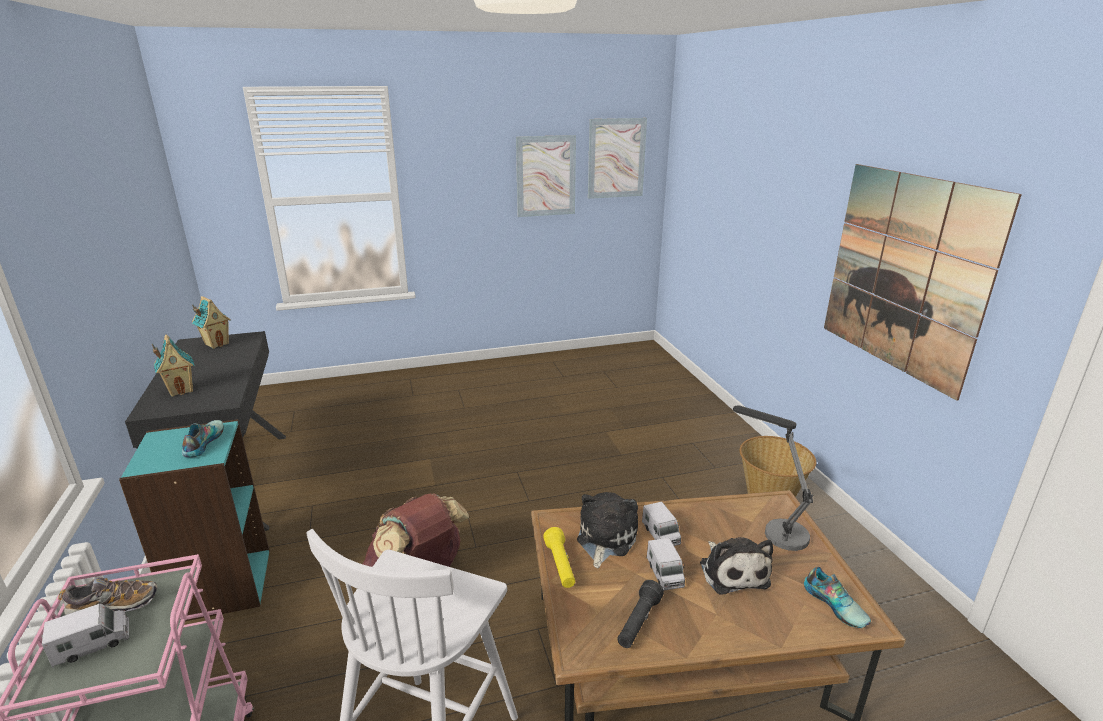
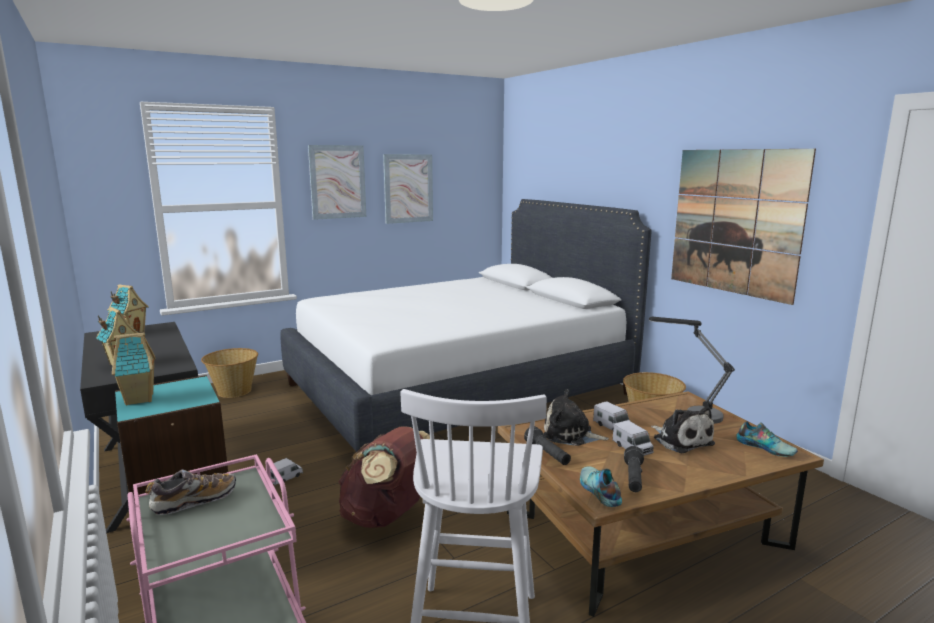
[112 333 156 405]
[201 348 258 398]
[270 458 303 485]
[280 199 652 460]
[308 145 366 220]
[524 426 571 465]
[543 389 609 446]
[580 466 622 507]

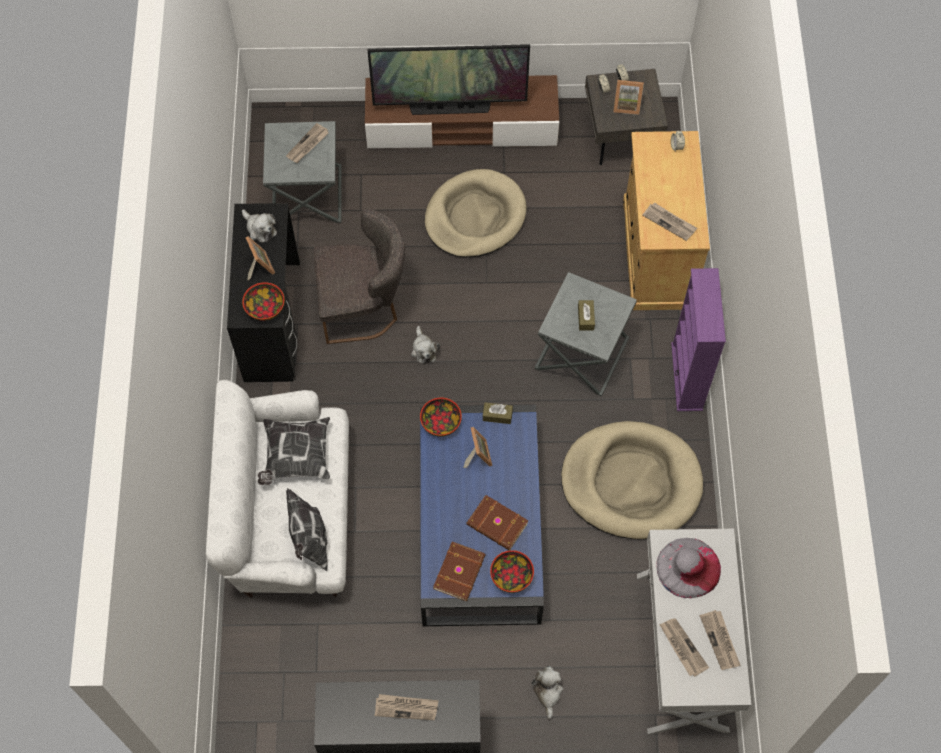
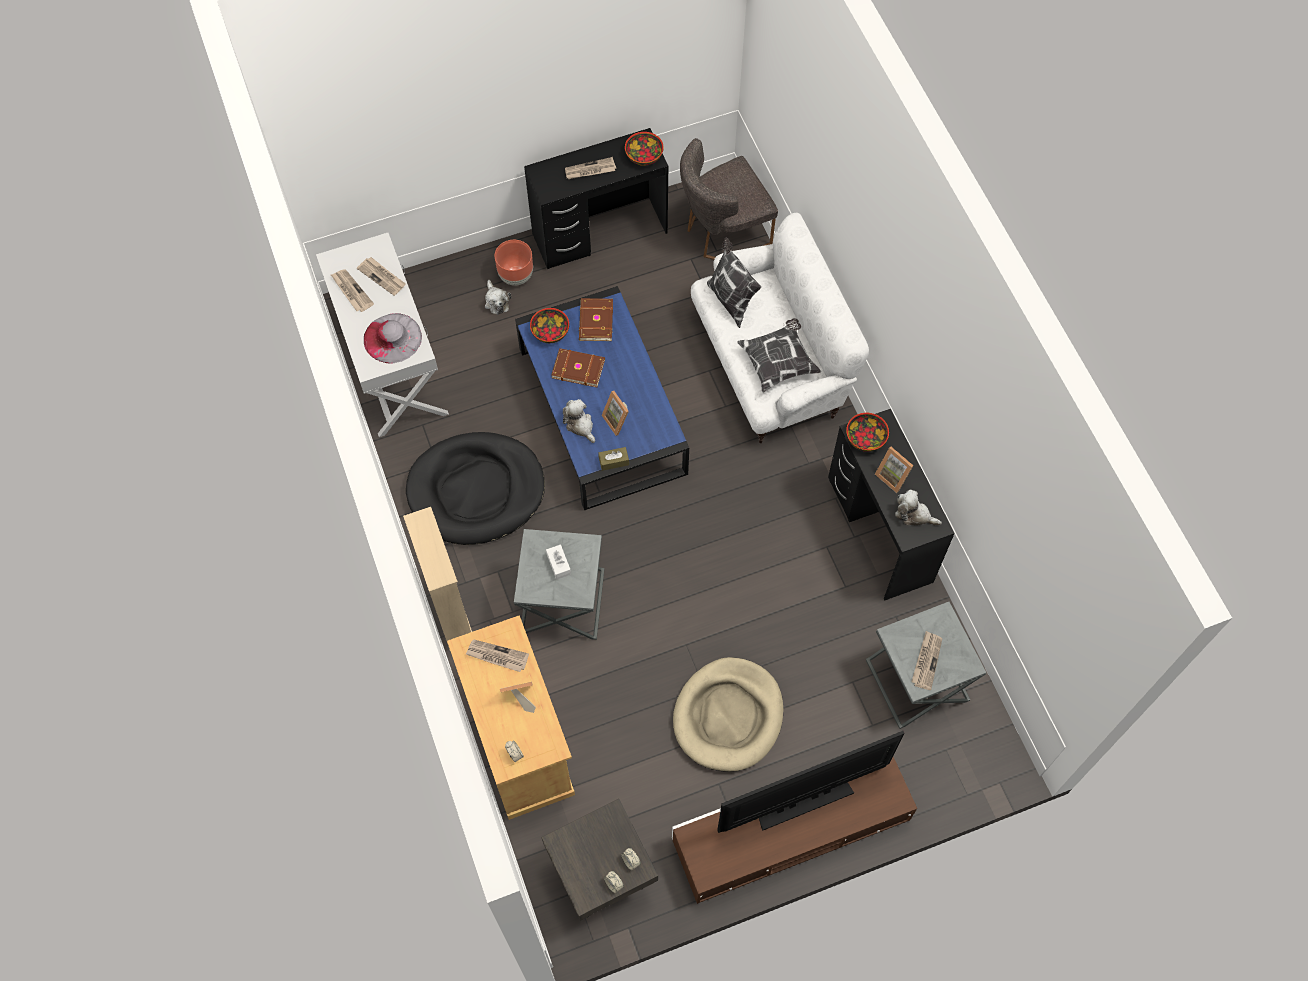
[403 507 472 650]
[406 432 545 545]
[495 240 533 286]
[500 682 536 713]
[546 545 571 580]
[563 399 595 443]
[625 132 663 166]
[680 138 778 260]

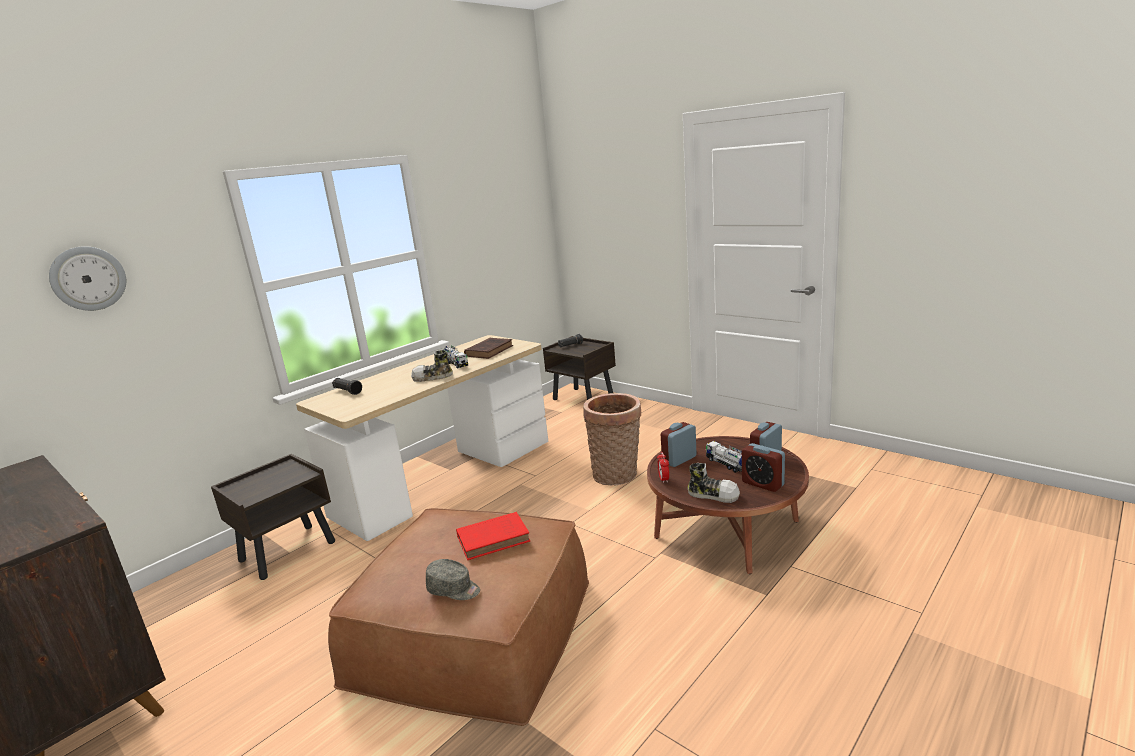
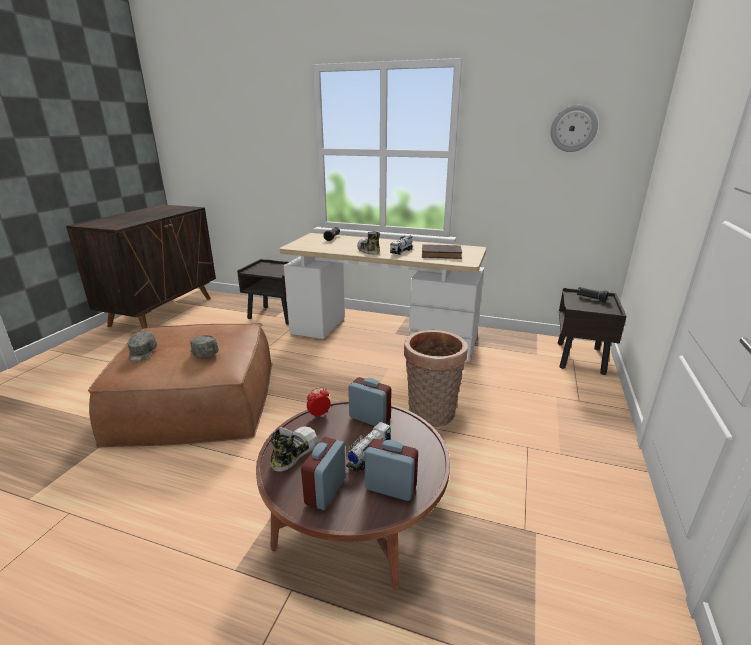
[190 335 219 357]
[270 426 318 472]
[551 105 598 152]

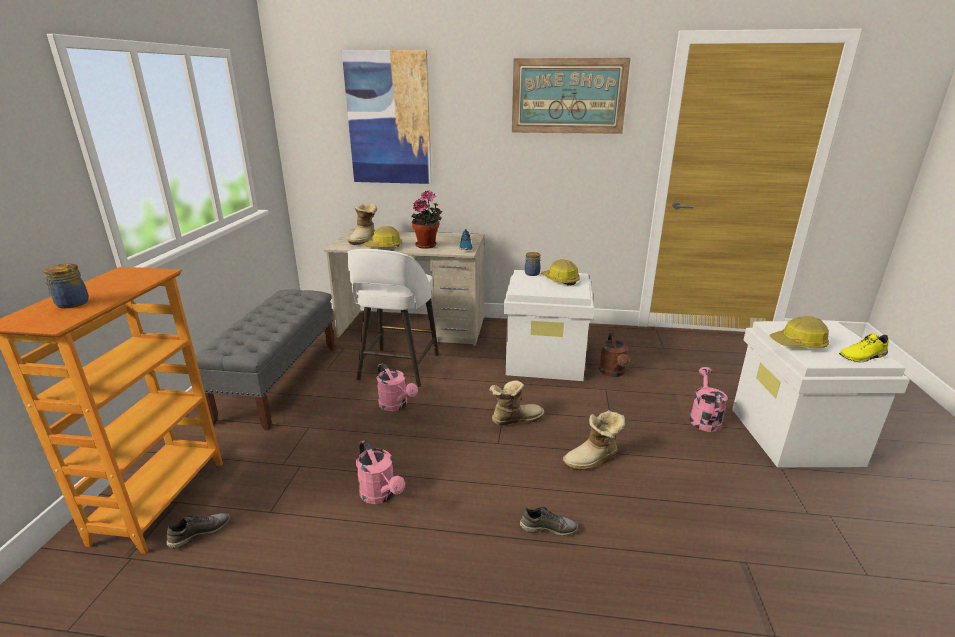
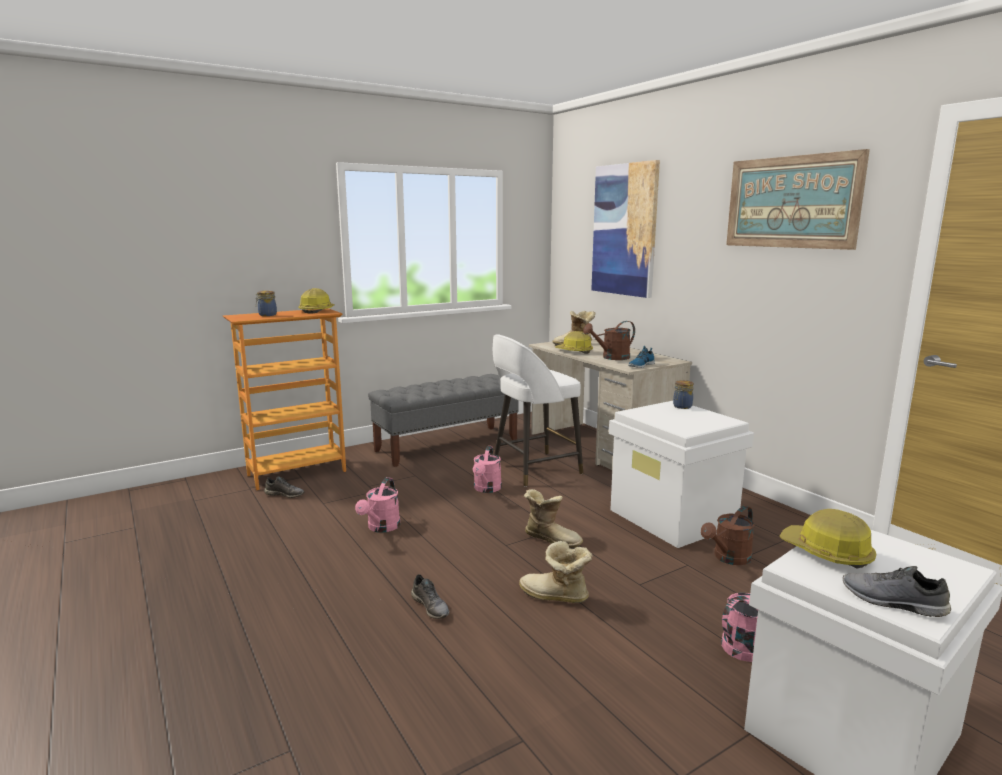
[298 288 335 314]
[583 321 635 360]
[843 566 951 617]

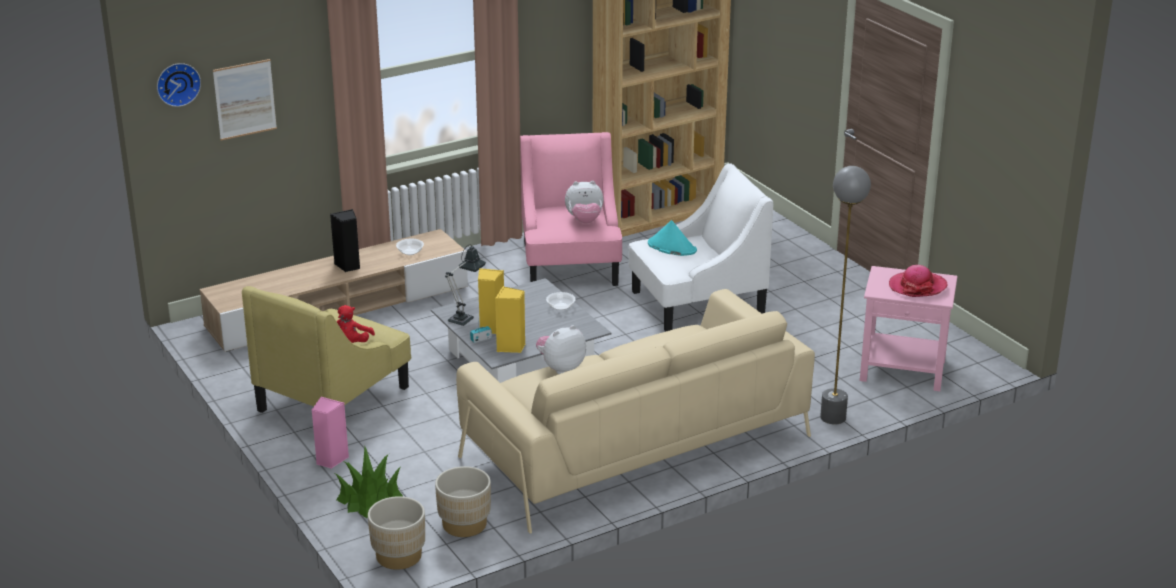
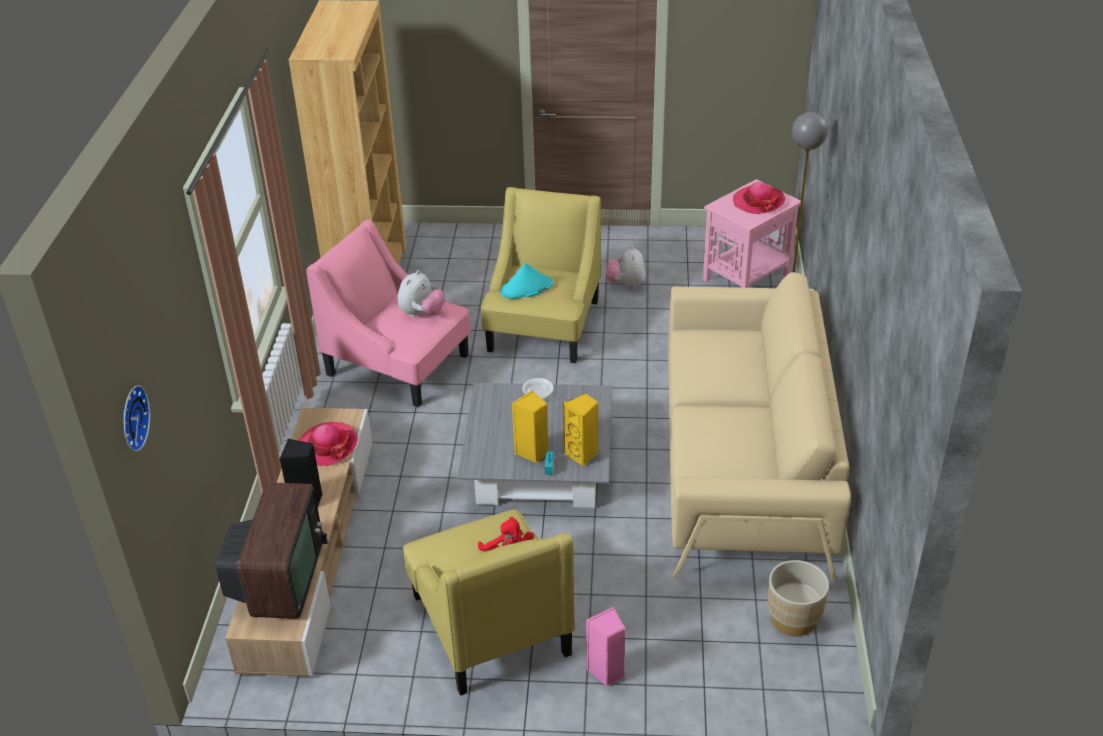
[216 482 329 619]
[298 422 358 466]
[481 187 601 363]
[606 246 646 289]
[213 59 277 140] (first image)
[335 447 403 518] (first image)
[368 496 425 570] (first image)
[445 244 486 326] (first image)

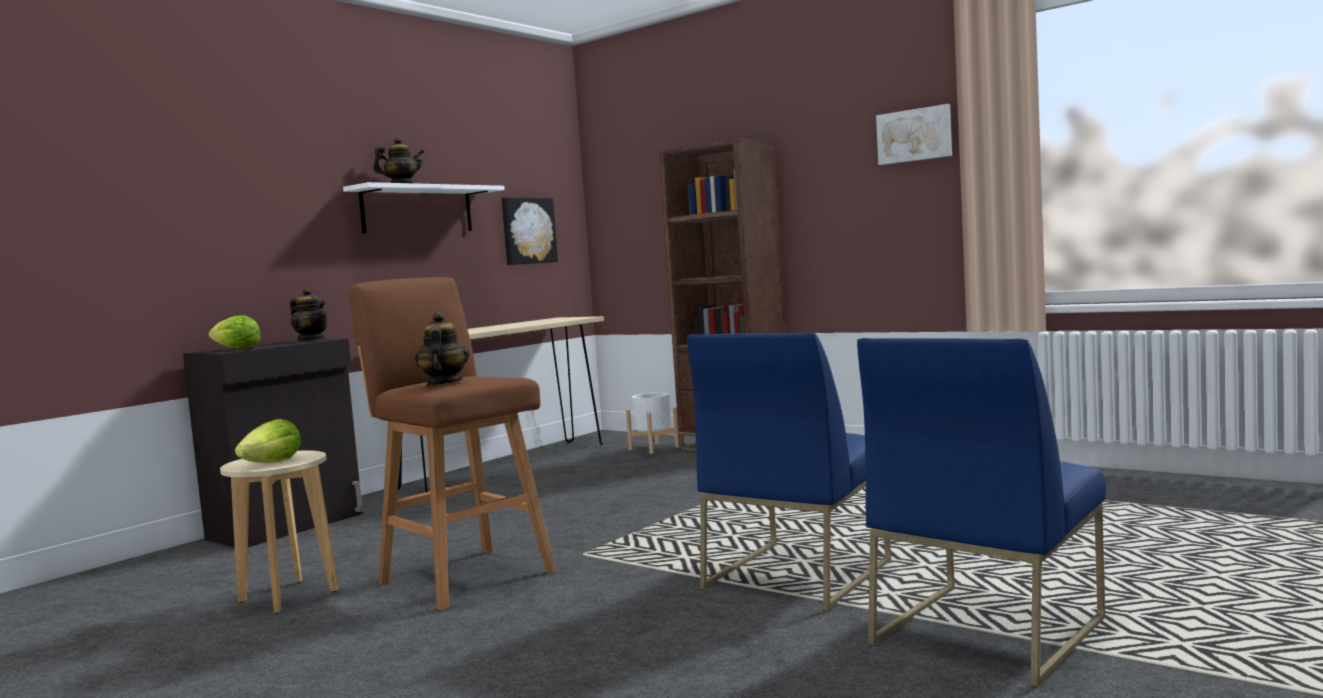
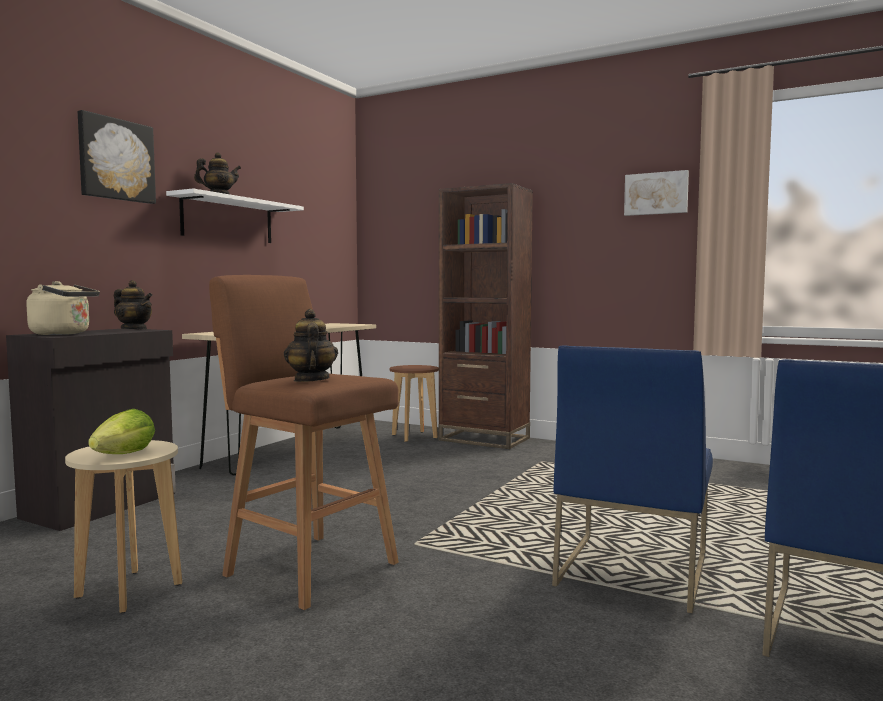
[26 281 100 335]
[78 110 156 204]
[390 365 439 442]

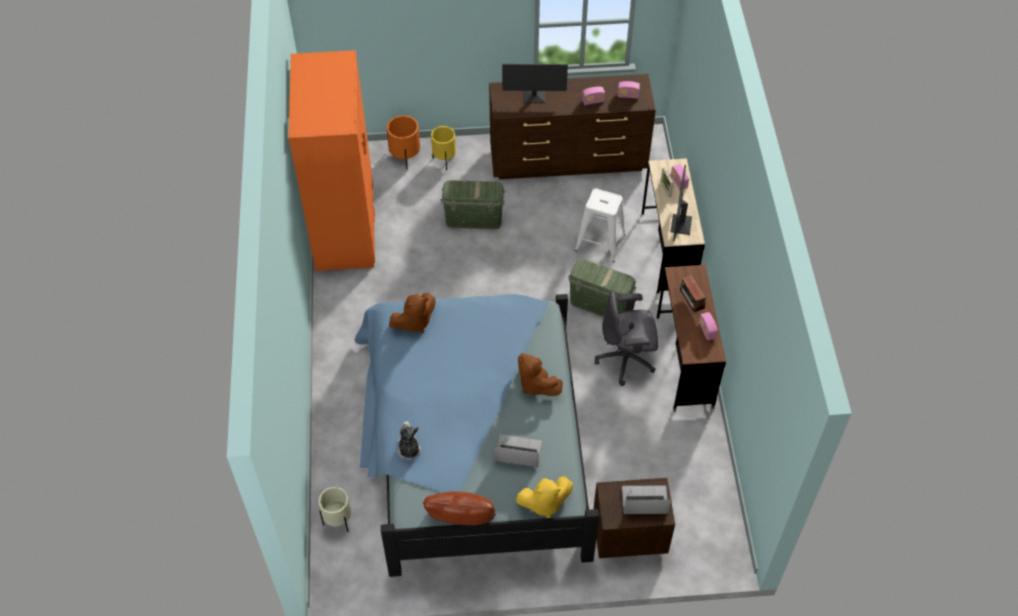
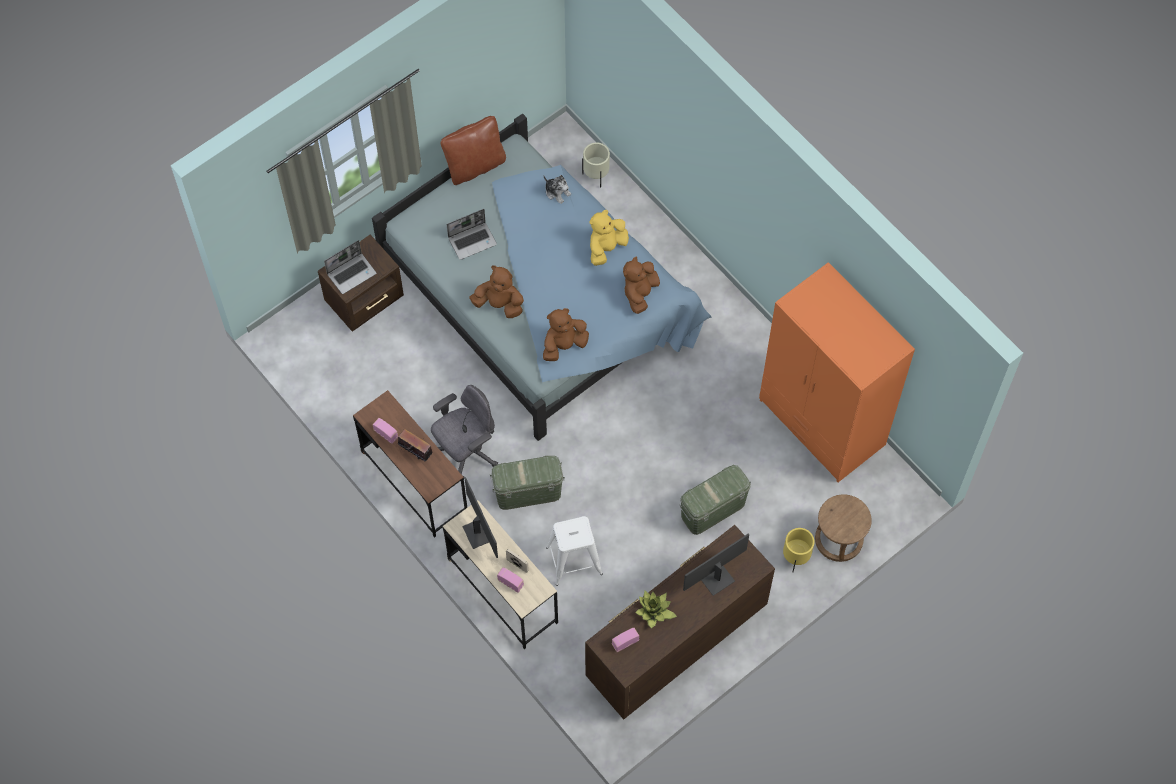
[543 308 589 361]
[590 210 629 266]
[635 590 677 628]
[815 494 872 562]

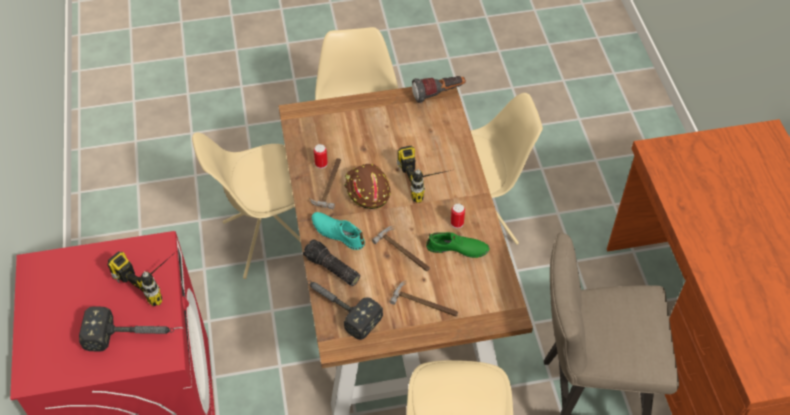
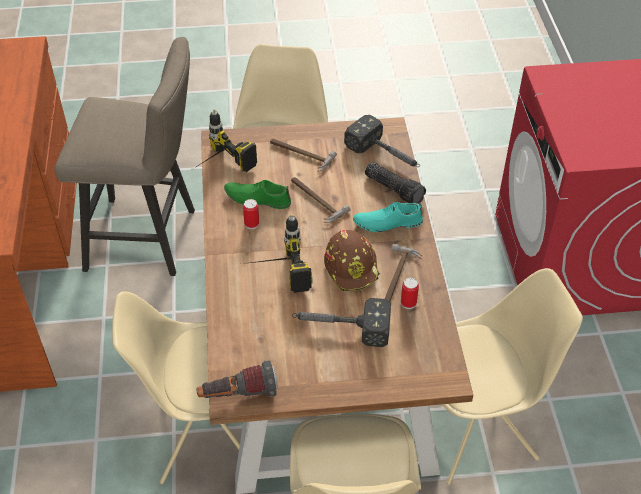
[196 109 257 172]
[292 298 391 347]
[353 202 423 232]

